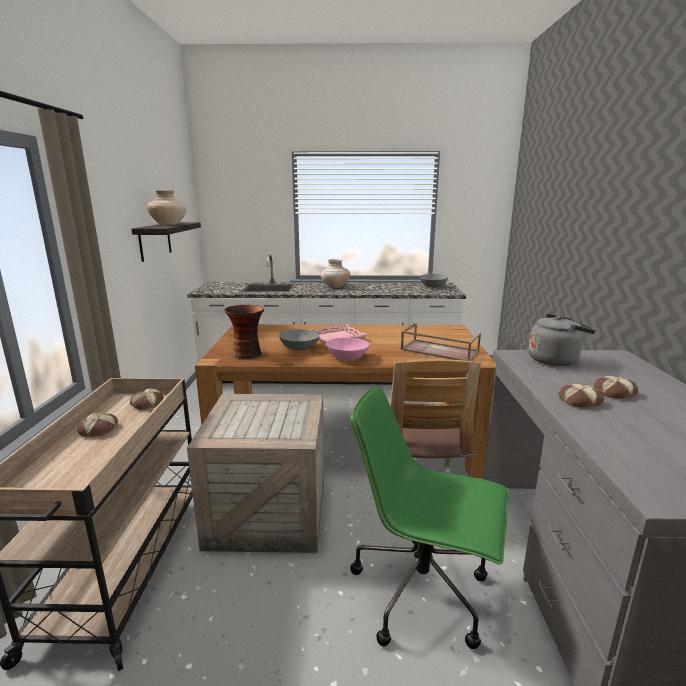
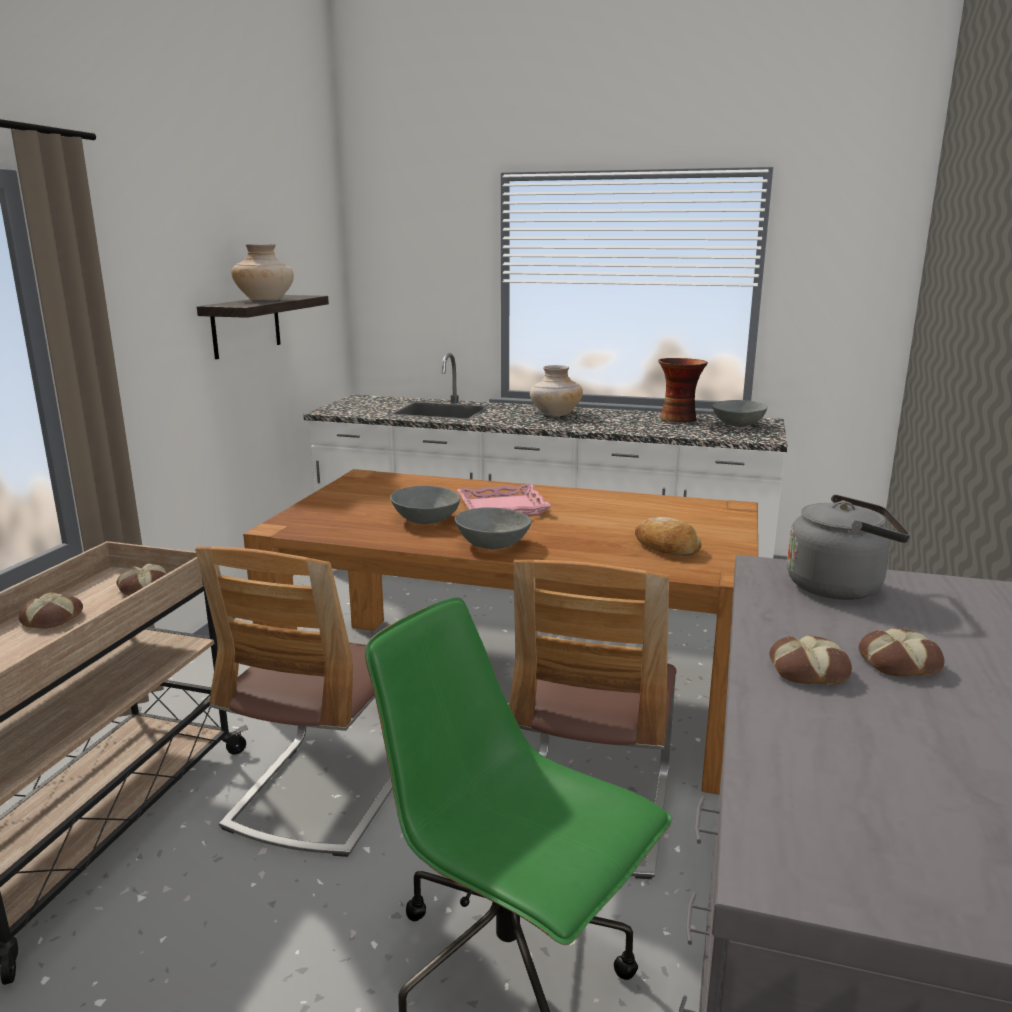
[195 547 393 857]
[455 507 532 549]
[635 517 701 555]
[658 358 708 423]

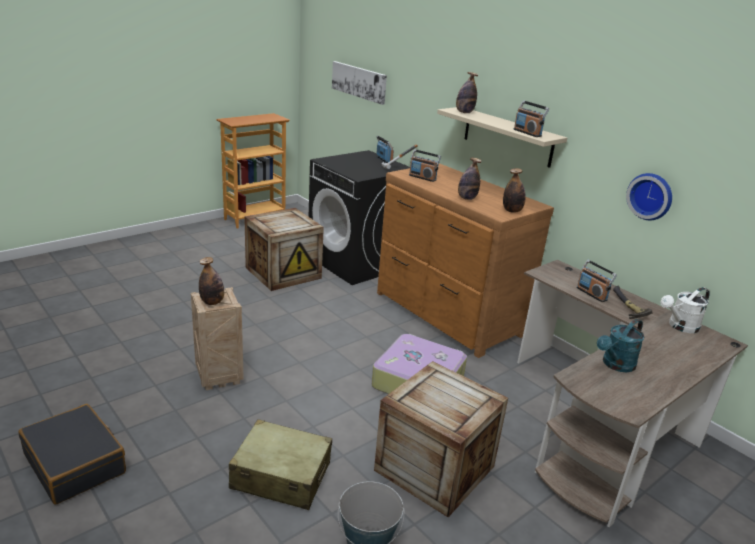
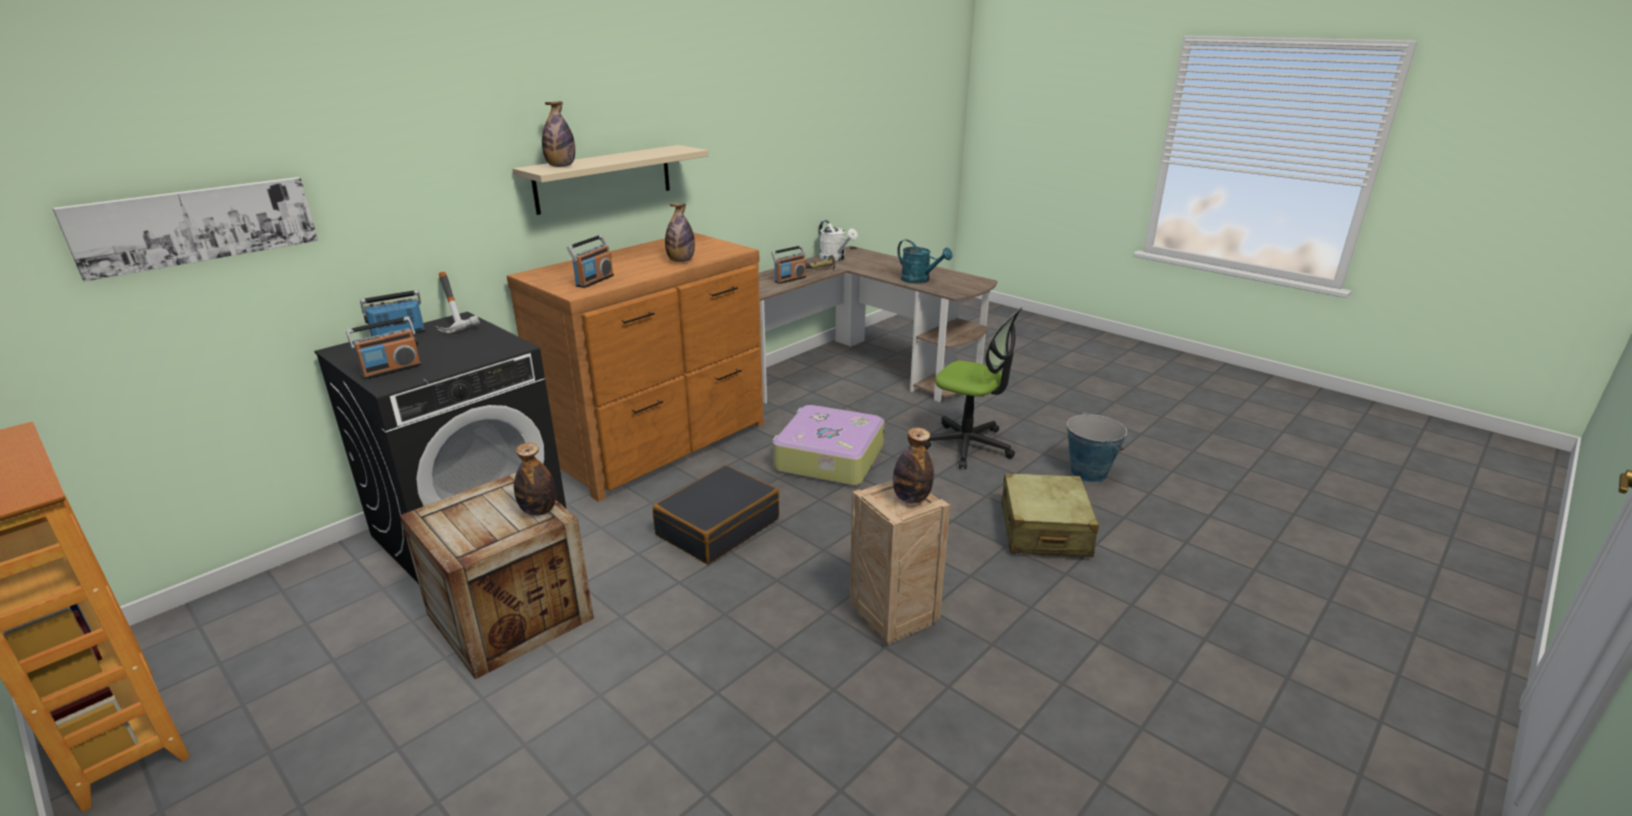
[346 317 422 380]
[514 443 556 516]
[653 465 779 564]
[923 307 1022 469]
[626 173 672 220] (first image)

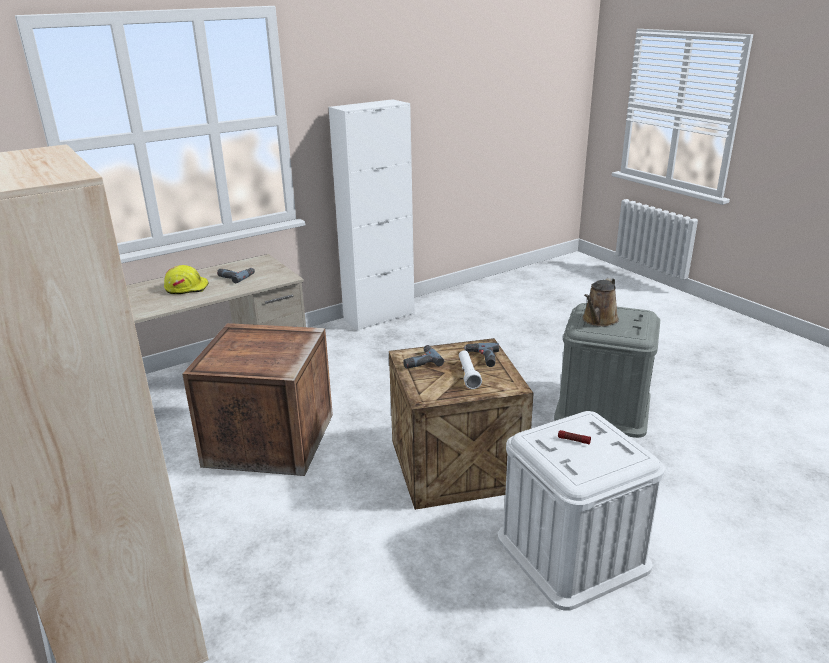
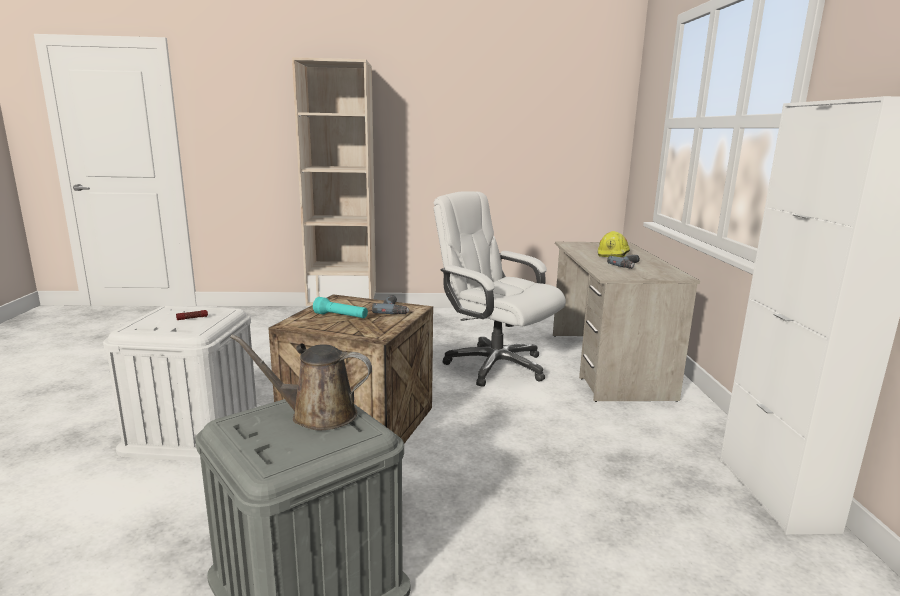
[230 335 372 430]
[313 297 368 318]
[434 191 566 387]
[464 343 499 367] (first image)

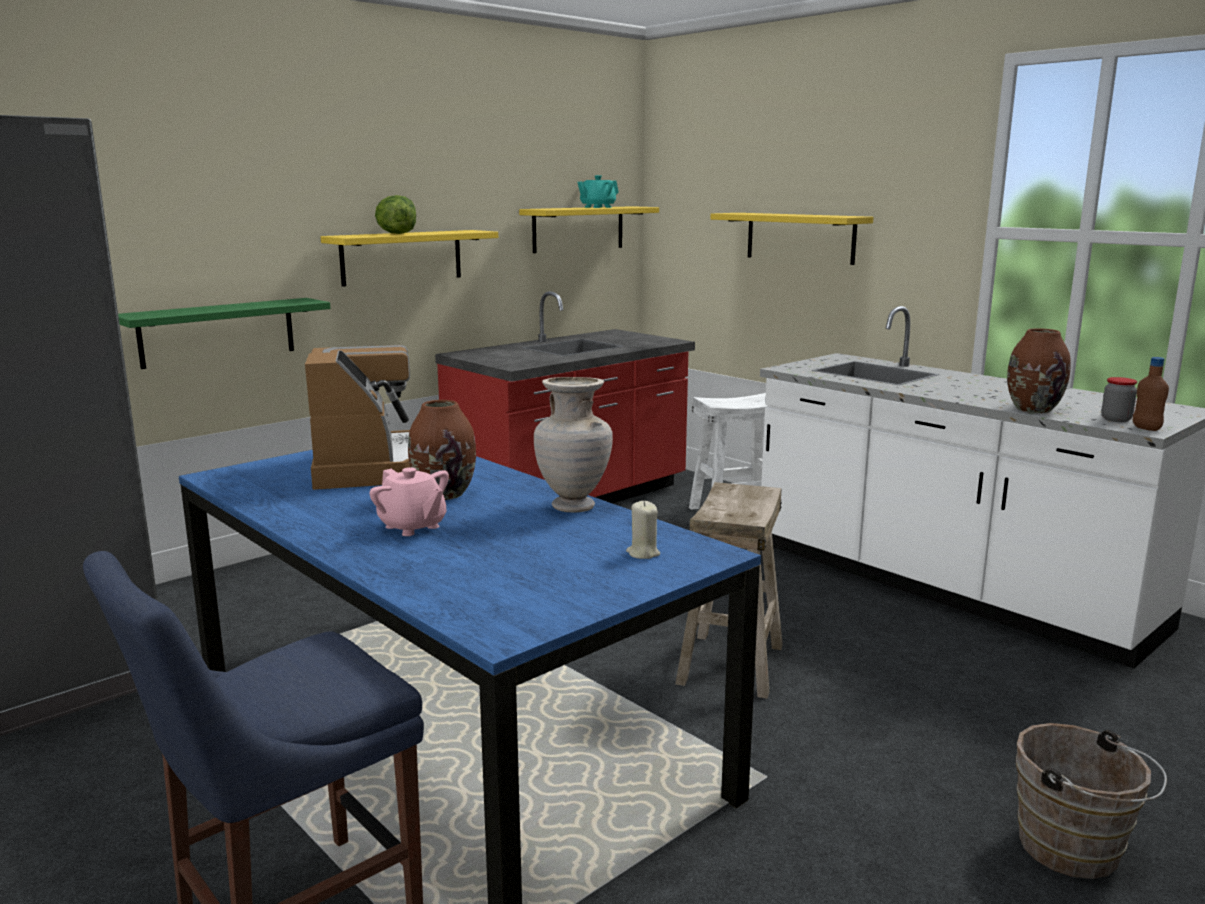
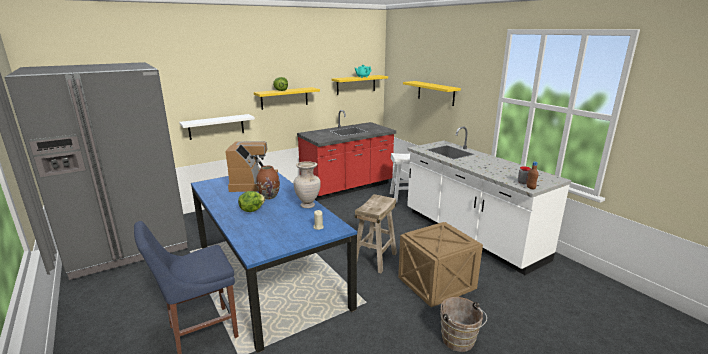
[179 114 255 140]
[238 191 265 212]
[398 222 483 307]
[1007 328 1071 413] (first image)

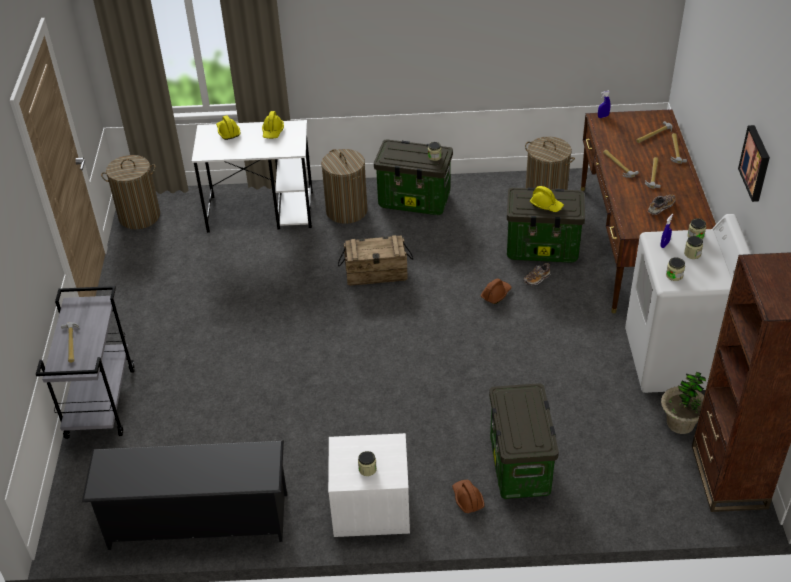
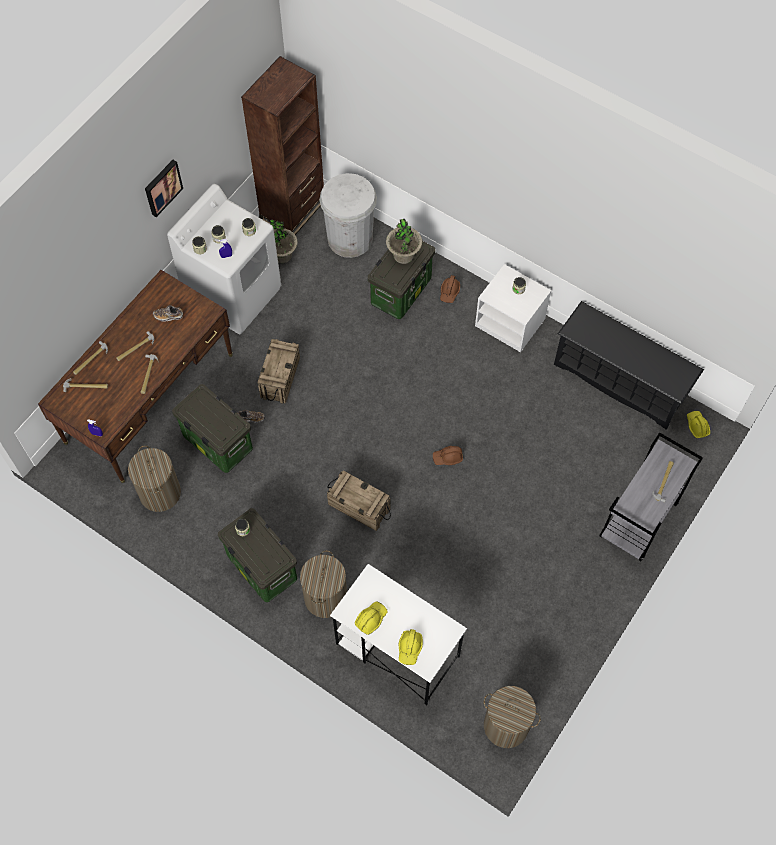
[257 339 300 404]
[319 173 377 258]
[386 219 422 264]
[433 446 463 465]
[687 411 710 438]

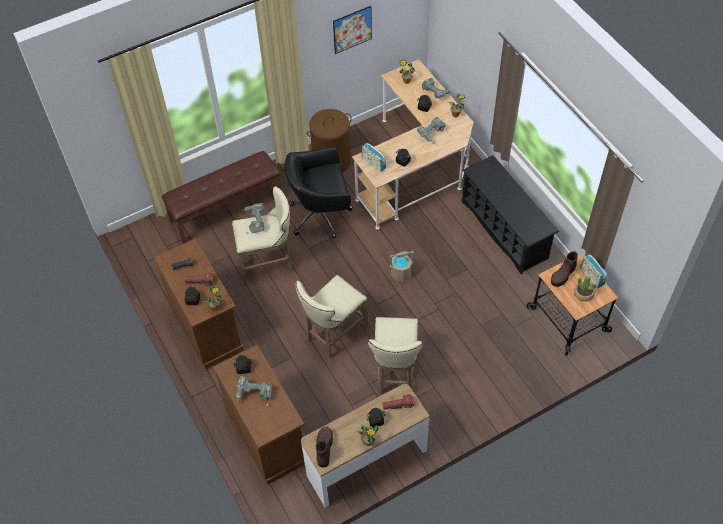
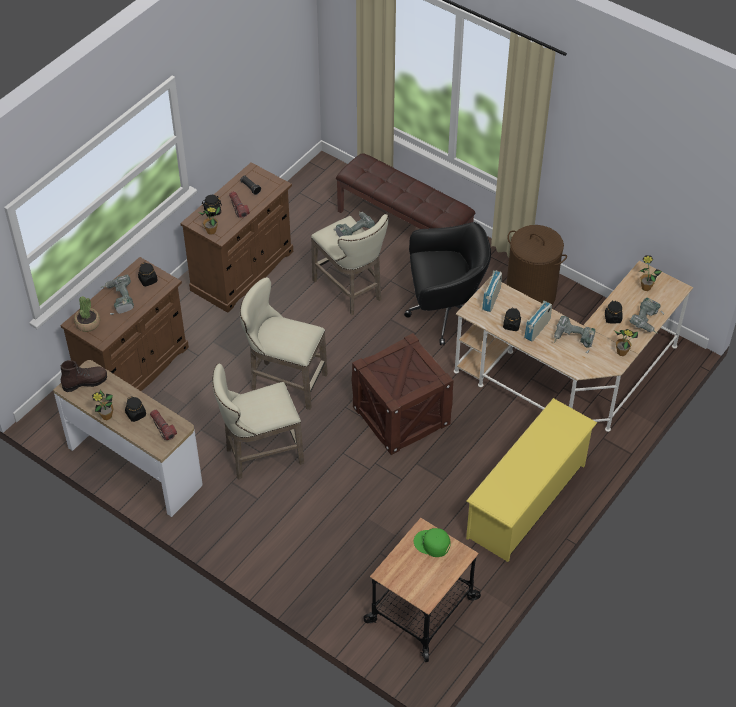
[74 296 100 332]
[352 333 454 455]
[404 222 491 345]
[414 528 451 557]
[466 398 597 562]
[524 301 552 341]
[333 6 372 54] (first image)

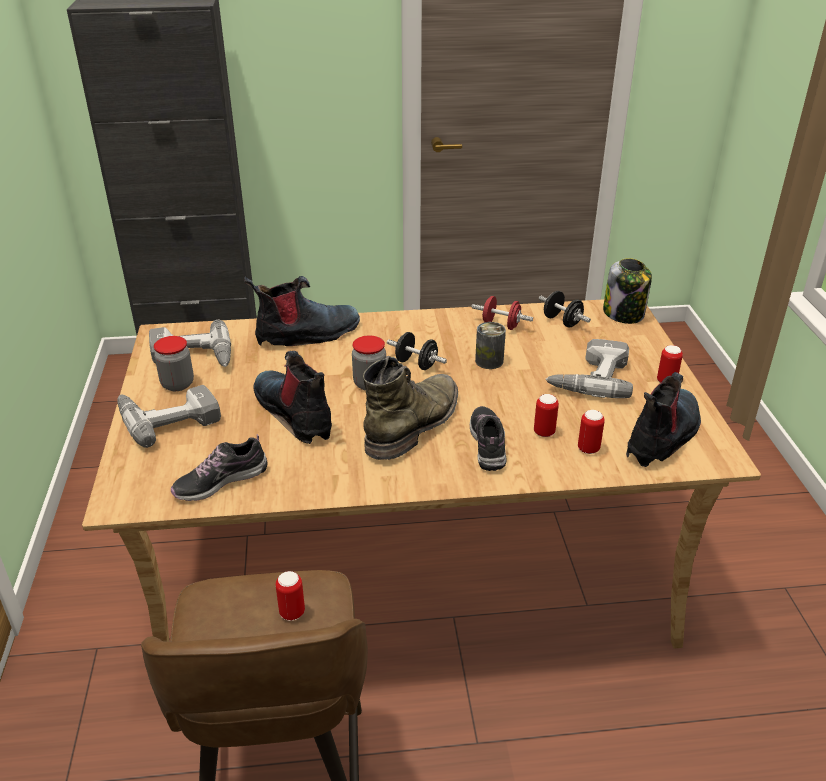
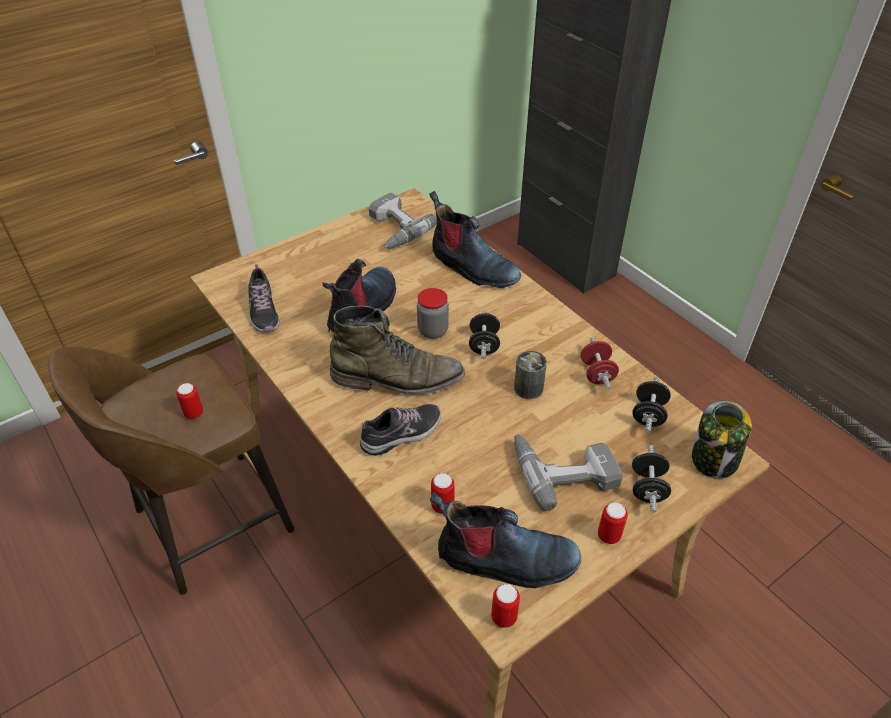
[248 264 280 332]
[491 584 520 628]
[632 445 671 513]
[117 385 221 448] (first image)
[154 336 194 391] (first image)

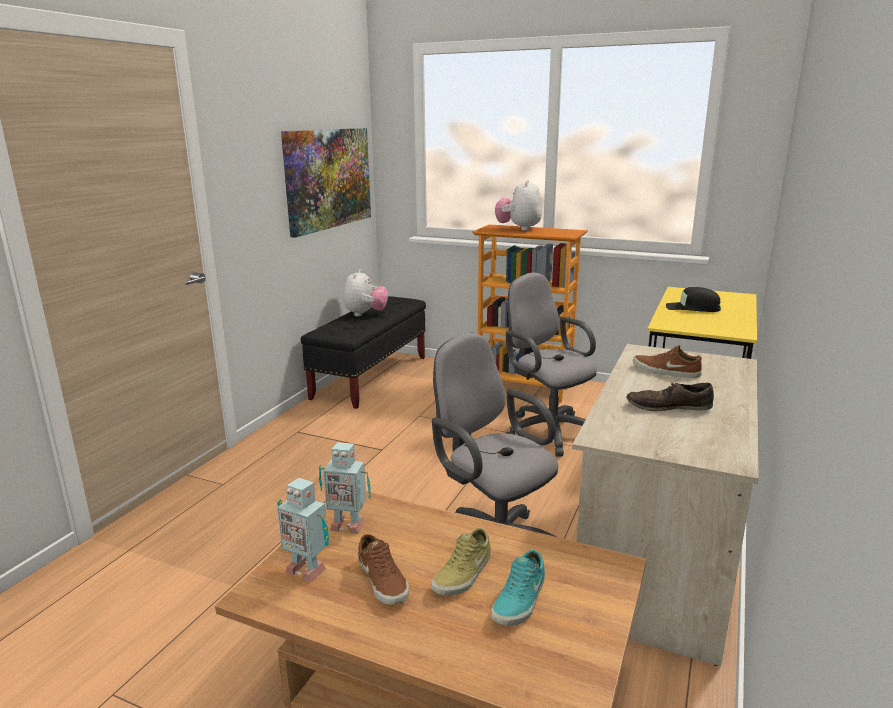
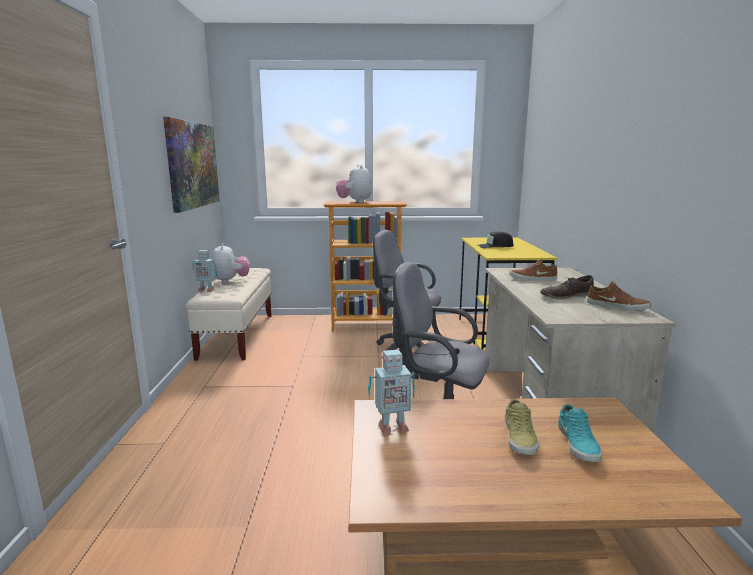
[186 268 272 361]
[192 250 217 292]
[587 281 652 311]

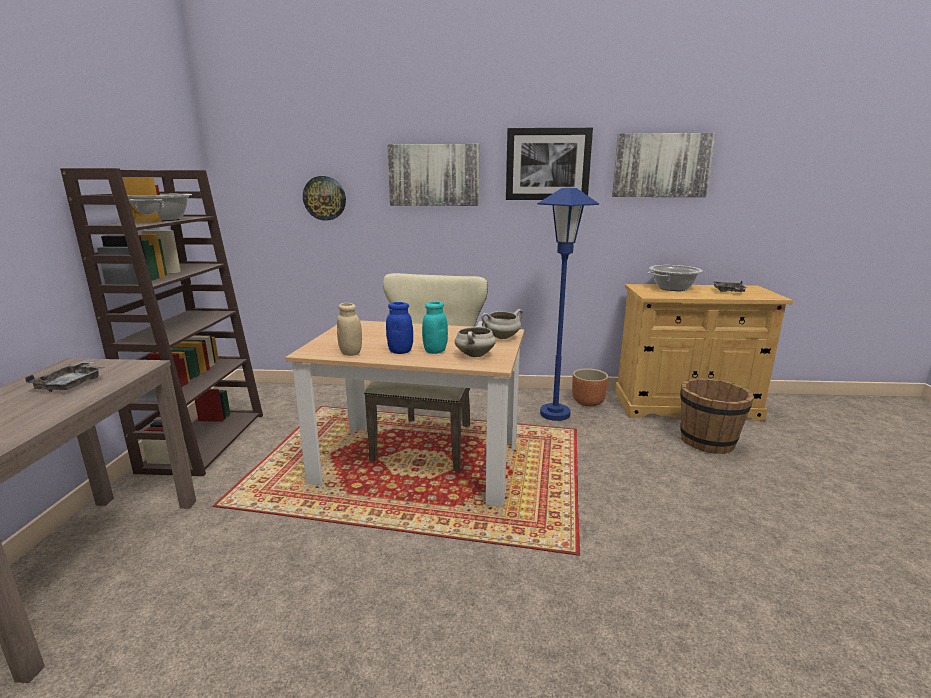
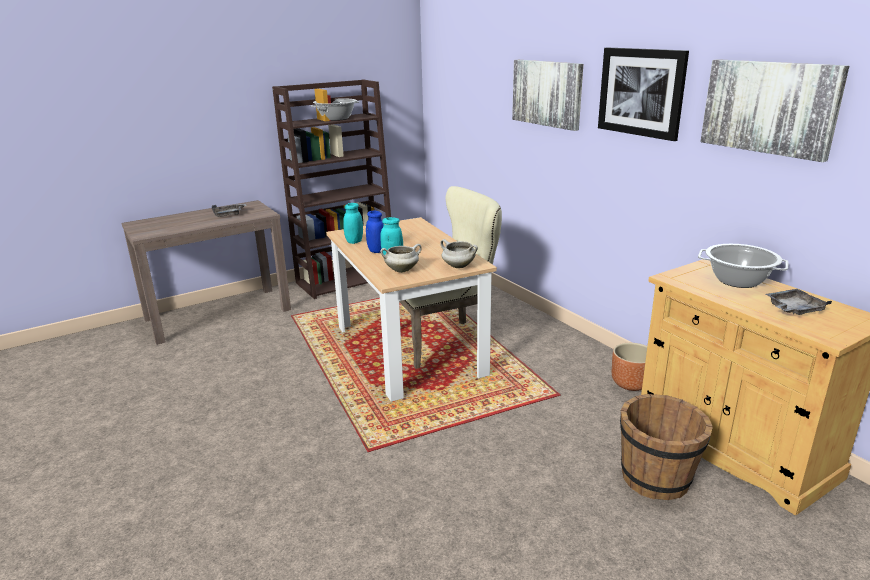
[343 203 363 244]
[303 176 346 221] (first image)
[538 188 599 421] (first image)

